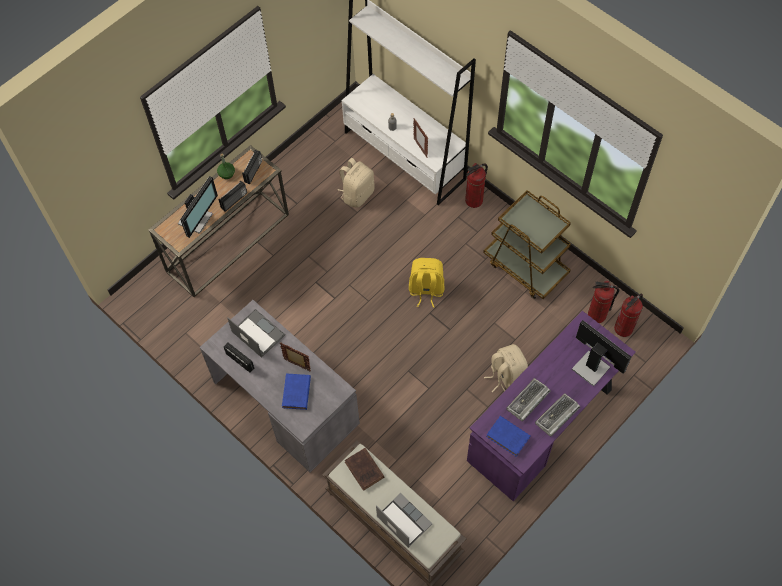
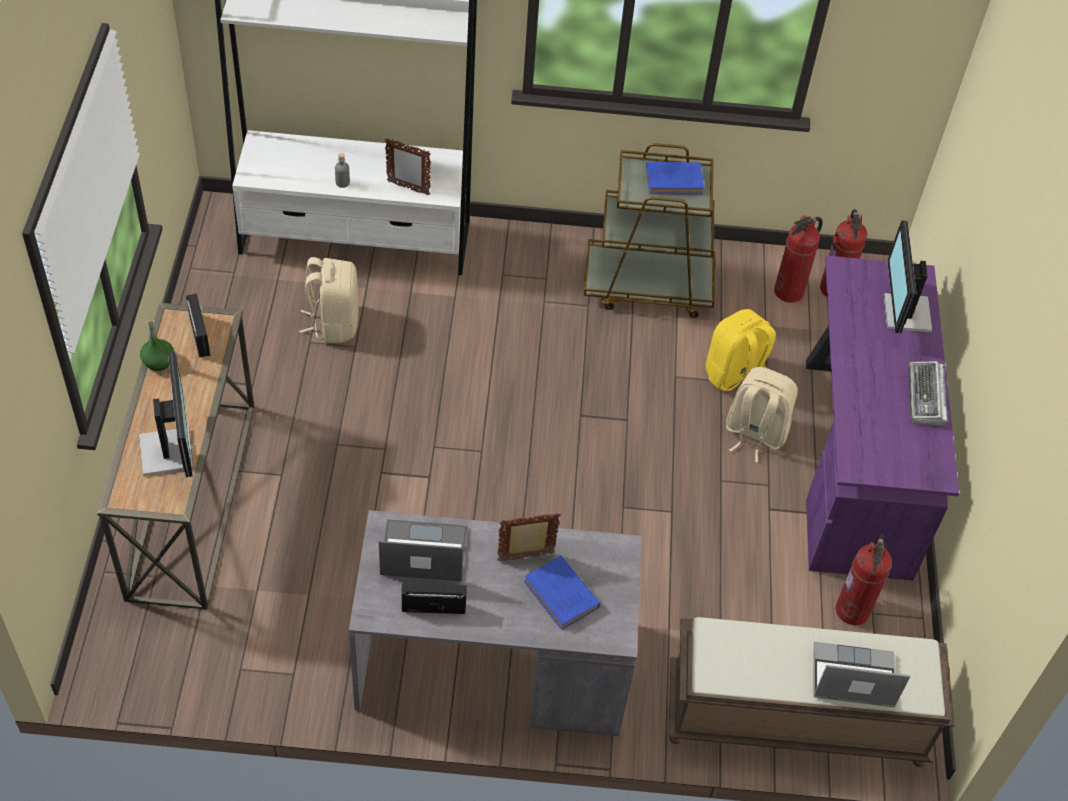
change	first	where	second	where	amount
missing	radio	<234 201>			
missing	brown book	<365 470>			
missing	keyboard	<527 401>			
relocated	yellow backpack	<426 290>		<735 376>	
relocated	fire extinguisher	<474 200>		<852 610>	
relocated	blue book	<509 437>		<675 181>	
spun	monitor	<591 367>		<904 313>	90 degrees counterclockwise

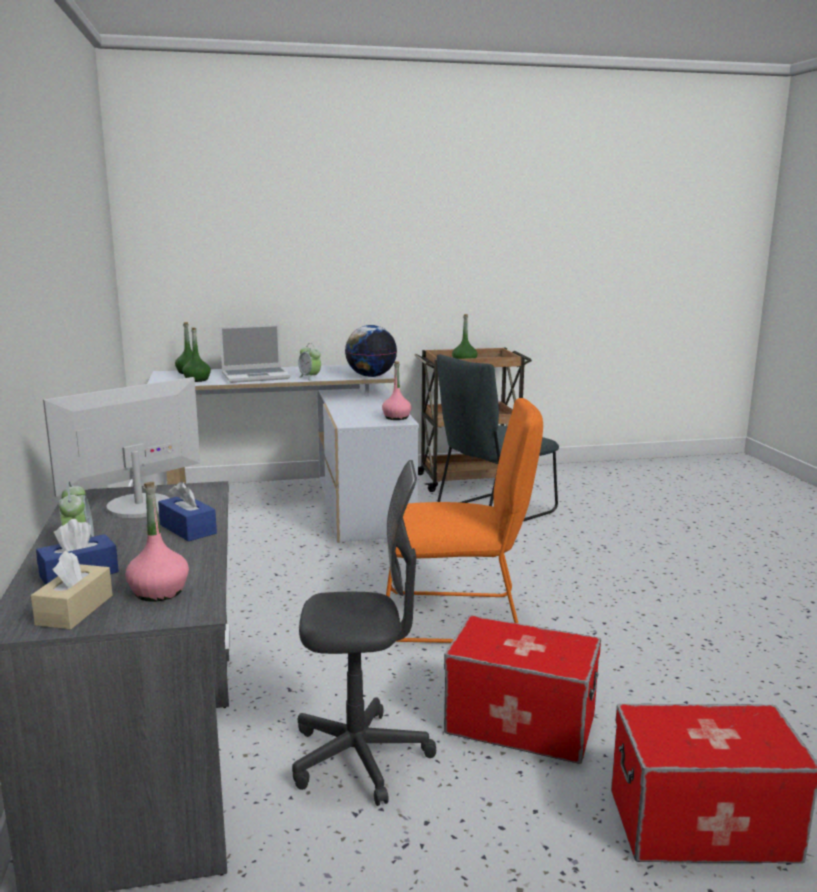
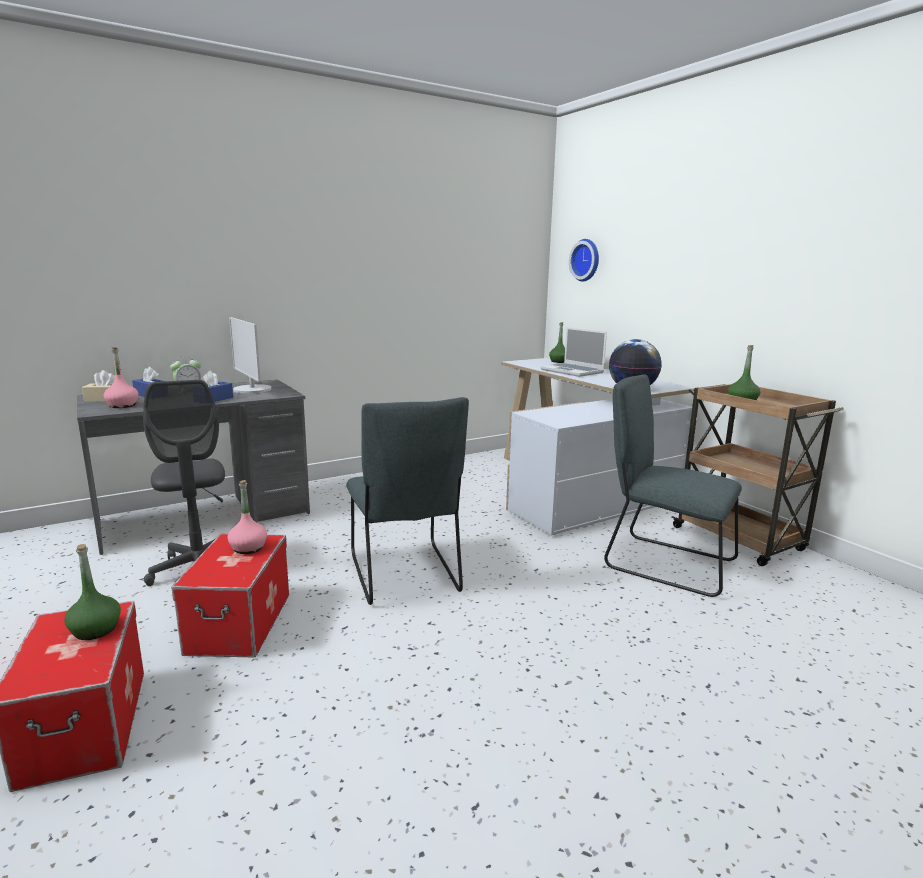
change	first	where	second	where	amount
missing	alarm clock	<310 378>			
appeared			wall clock	<586 260>	
relocated	green bottle	<197 380>		<96 630>	
relocated	pink bottle	<396 417>		<248 548>	
colour	orange chair	<458 618>	grey chair	<405 576>	
spun	monitor	<138 506>		<251 389>	150 degrees counterclockwise

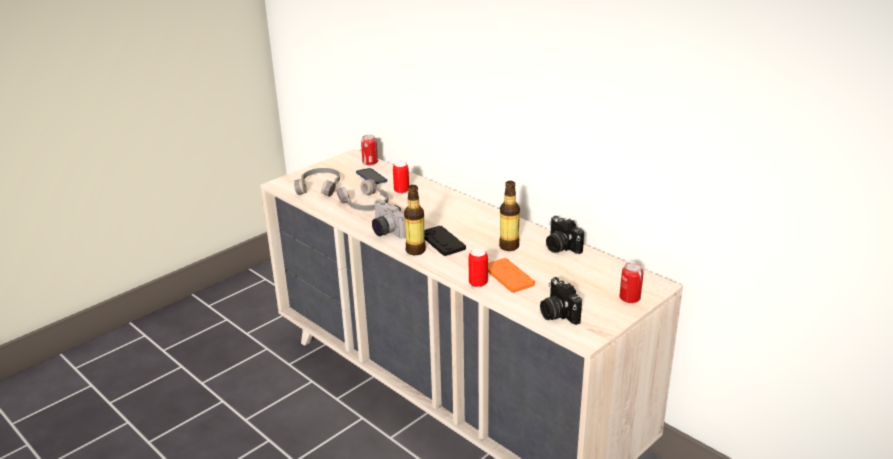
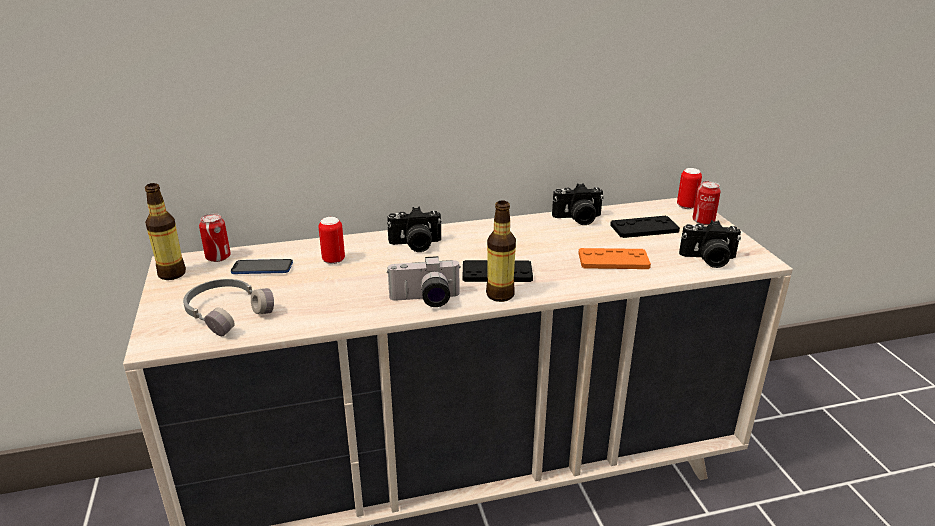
change	first	where	second	where	amount
missing	grey headphones	<365 204>			
appeared			photo camera	<415 245>	
appeared			black game controller	<644 228>	
relocated	can	<478 283>		<686 206>	
relocated	bottle	<509 246>		<172 274>	

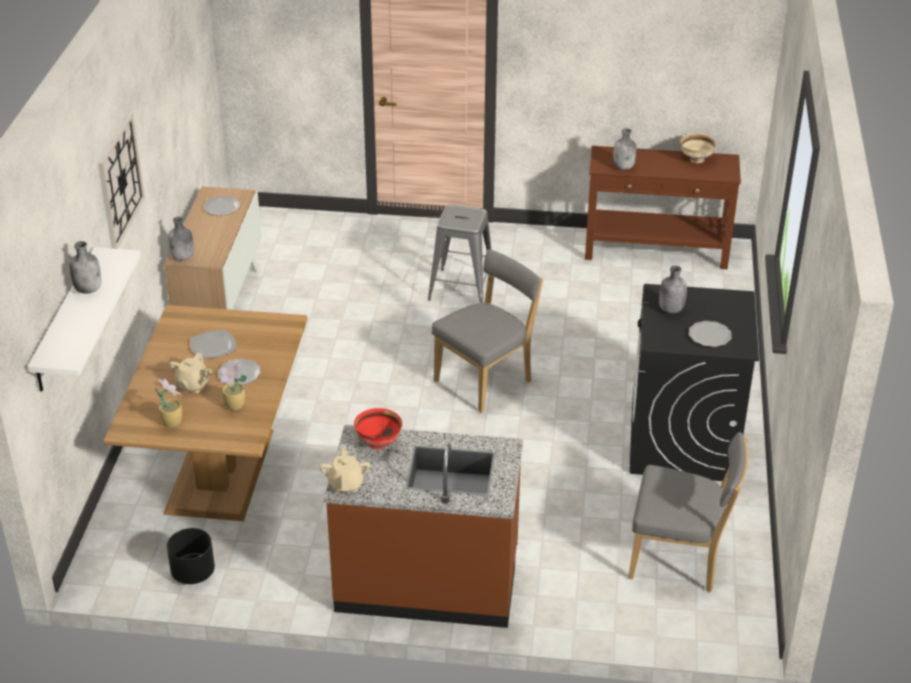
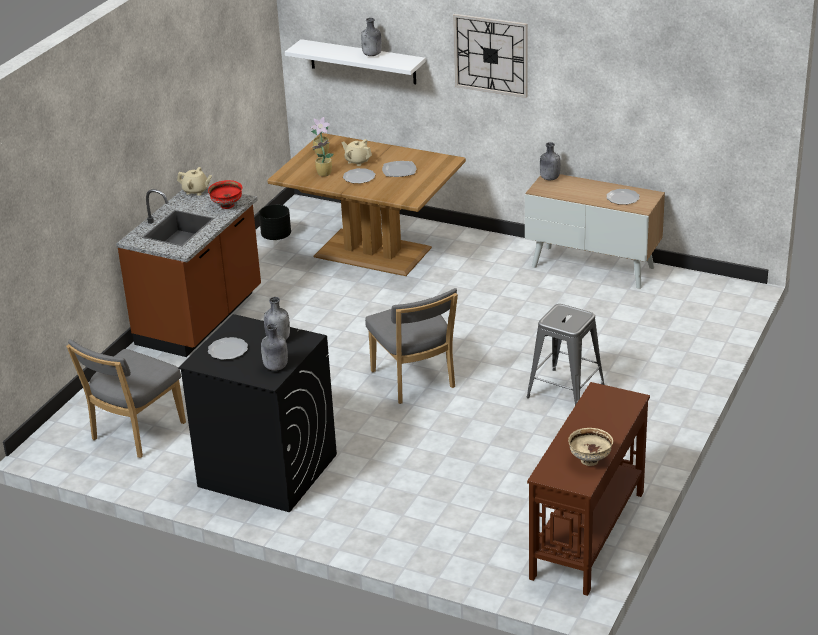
change	first	where	second	where	amount
relocated	grey bottle	<624 167>		<275 367>	

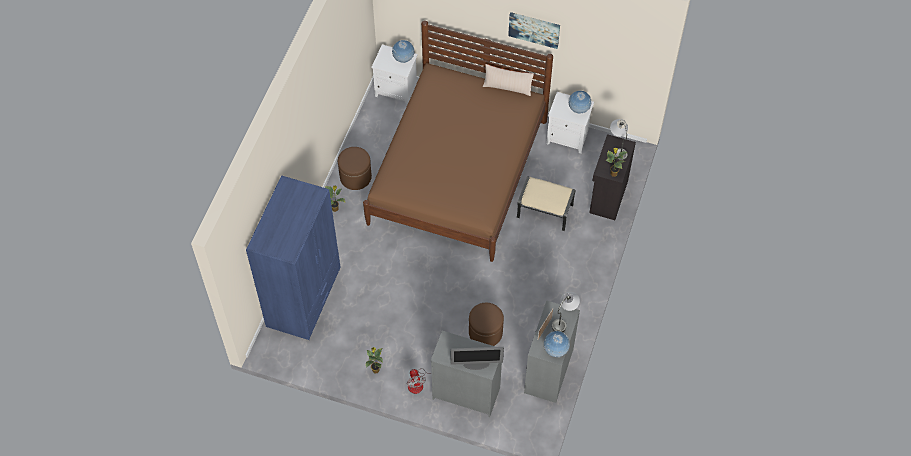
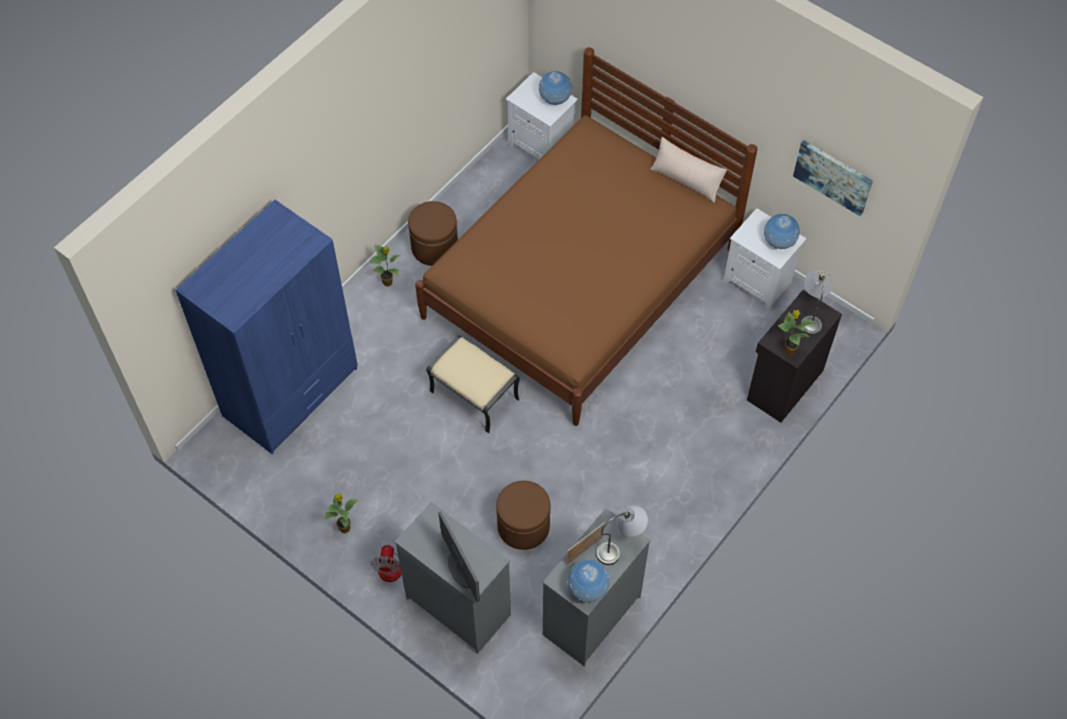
change	first	where	second	where	amount
relocated	picture	<534 29>		<833 176>	
relocated	beige ottoman	<545 211>		<475 395>	
spun	monitor	<476 364>		<460 570>	135 degrees counterclockwise

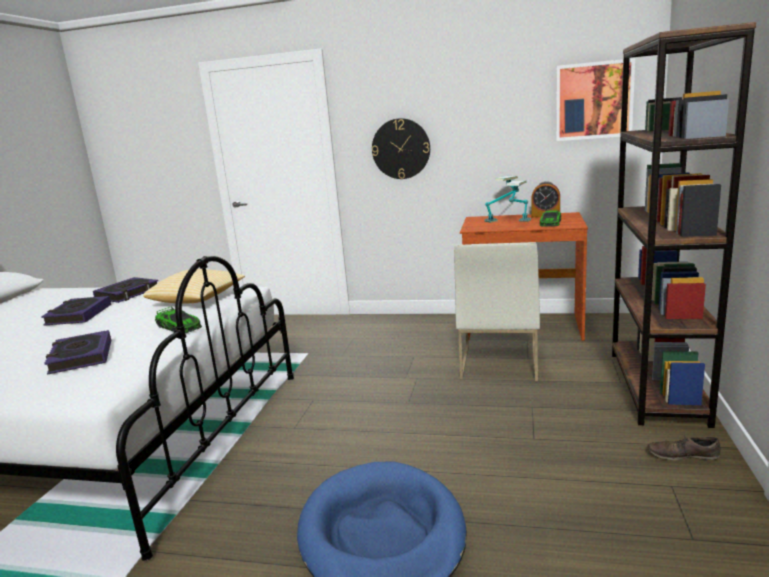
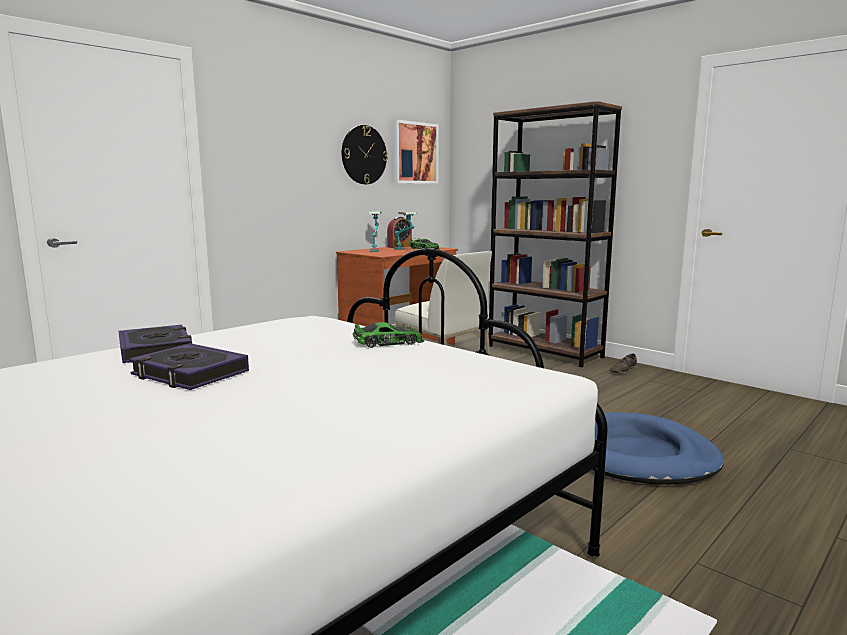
change	first	where	second	where	amount
missing	book	<81 357>			
missing	pillow	<197 299>			
relocated	wall clock	<401 149>		<364 155>	

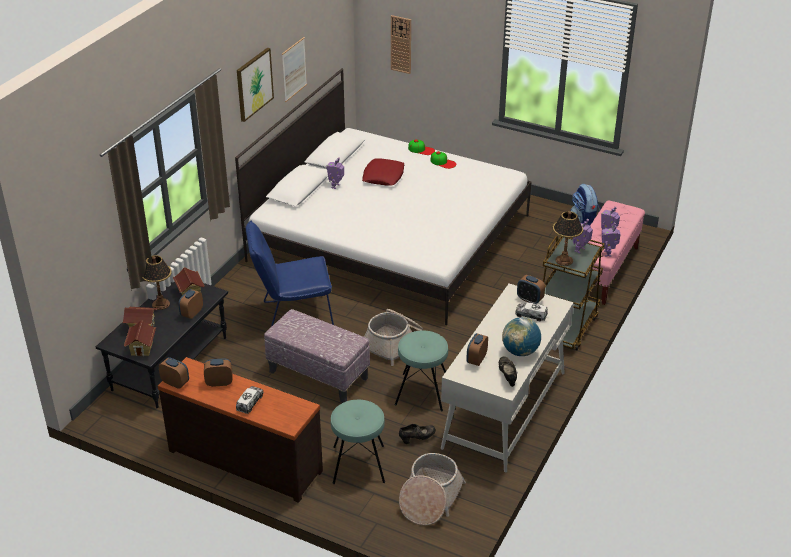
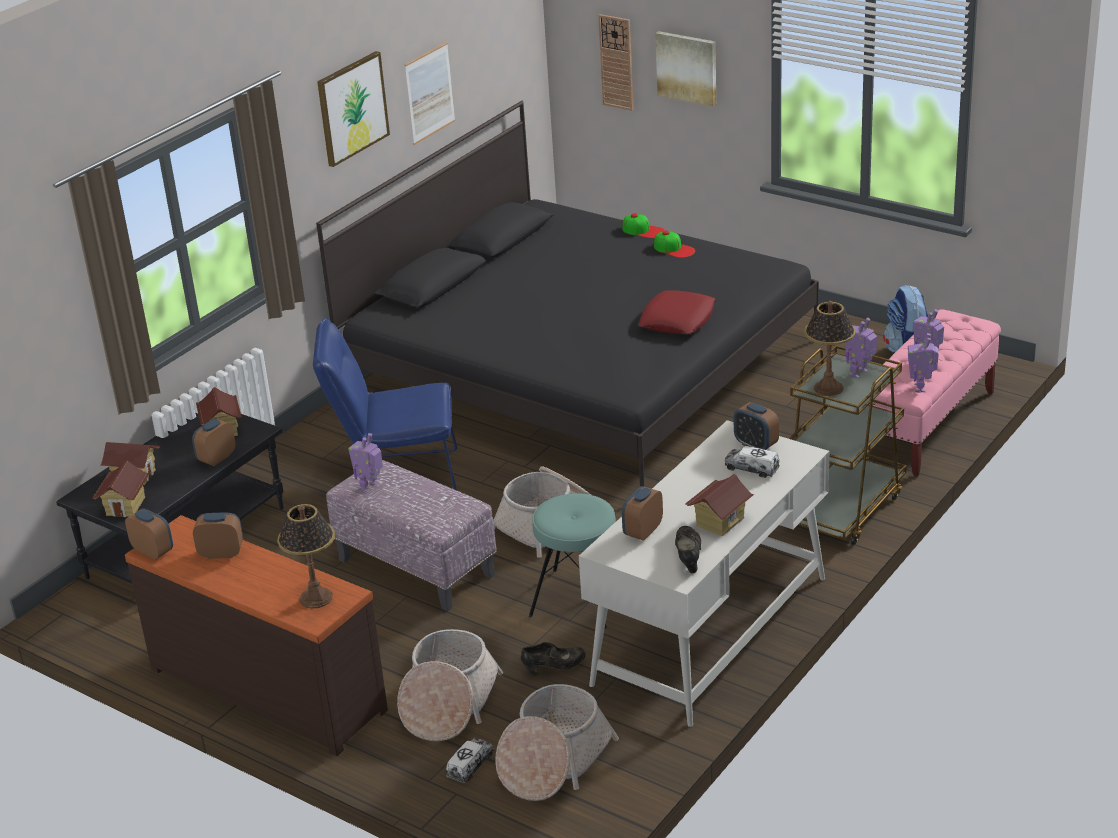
change	first	where	second	where	amount
appeared			picture	<687 67>	
relocated	table lamp	<160 304>		<315 598>	
relocated	toy truck	<250 403>		<470 766>	
relocated	toy robot	<336 186>		<370 487>	
relocated	red pillow	<383 176>		<677 320>	
exchanged	turquoise stool	<358 464>	basket	<448 703>	
exchanged	globe	<520 351>	toy house	<719 522>	
colour	white bed	<390 237>	black bed	<581 369>	

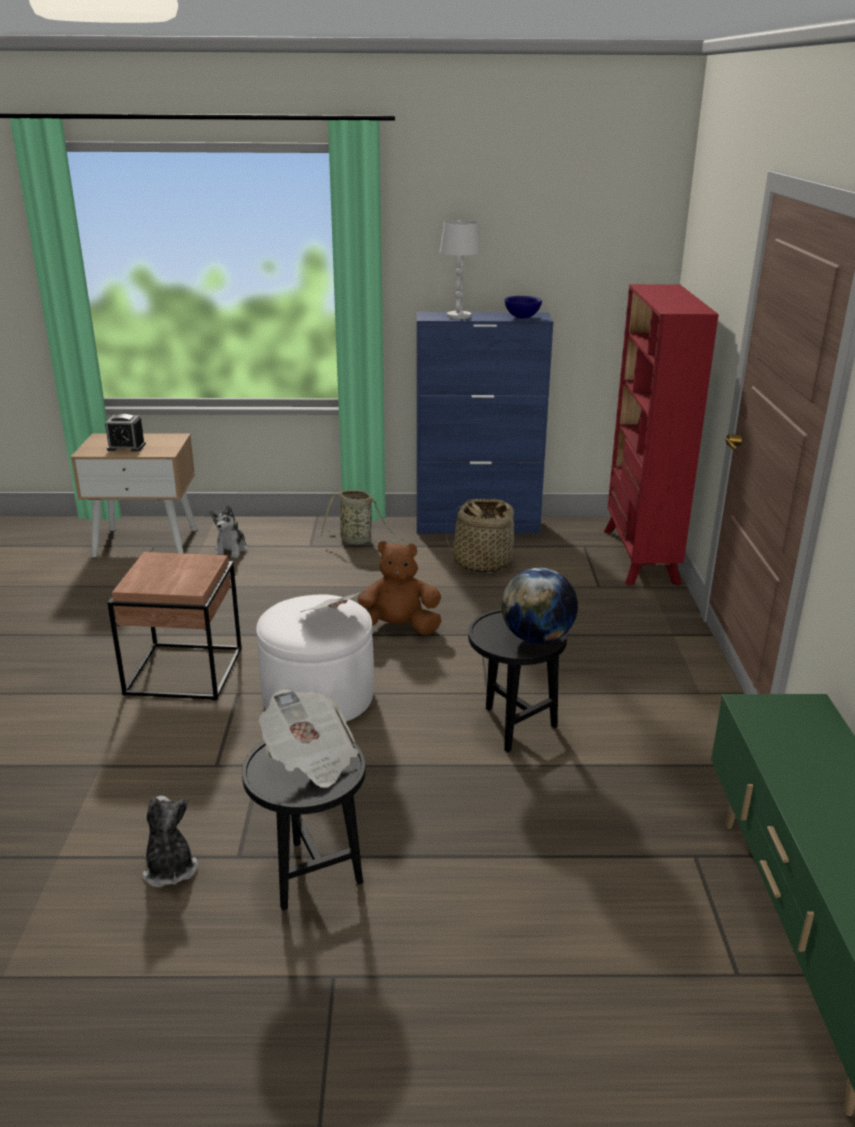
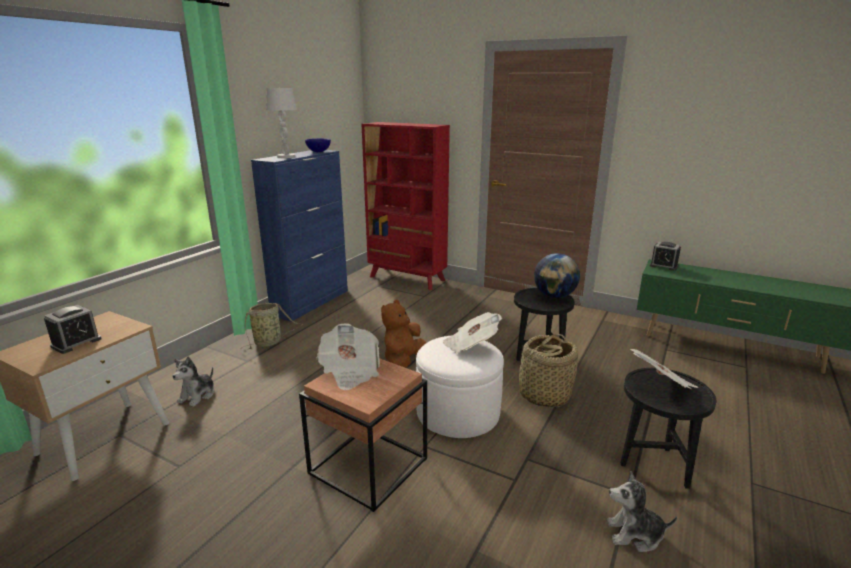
change	first	where	second	where	amount
appeared			newspaper	<350 371>	
appeared			alarm clock	<663 266>	
relocated	basket	<482 563>		<543 395>	
spun	plush toy	<231 550>		<198 395>	75 degrees clockwise

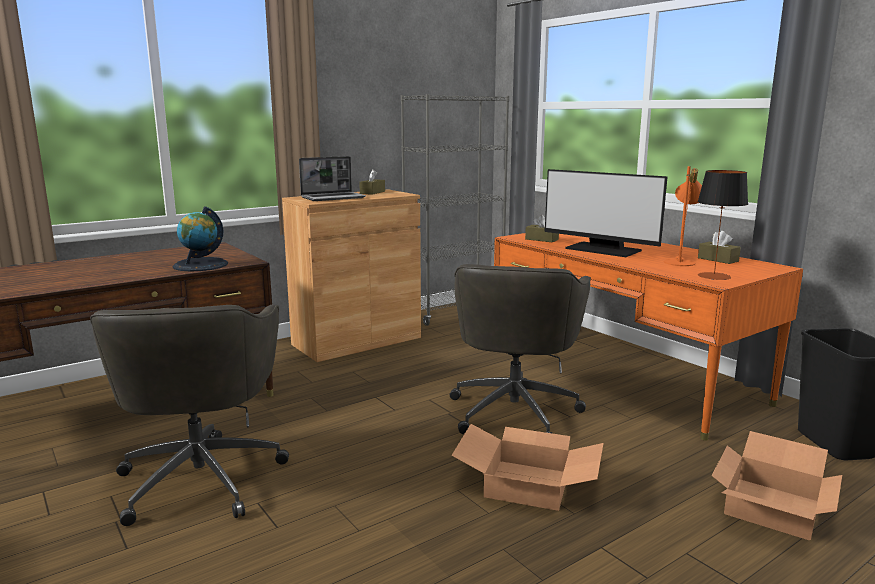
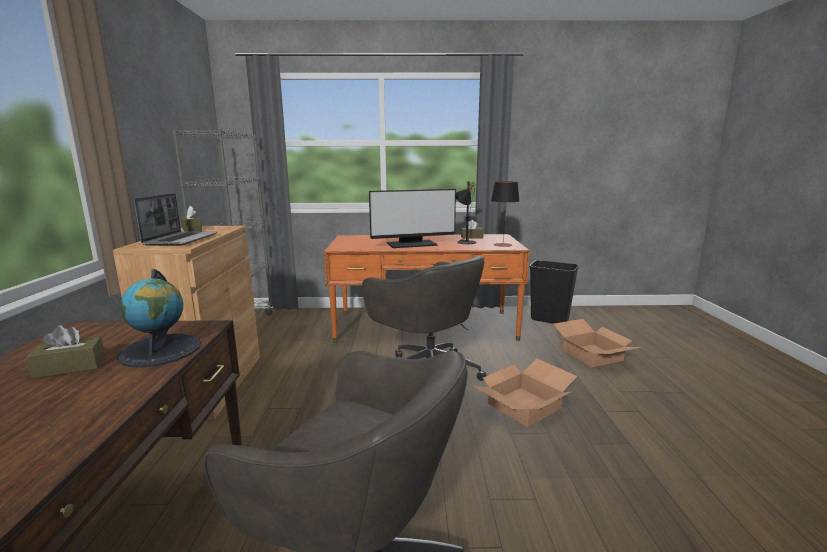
change	first	where	second	where	amount
relocated	brown tissue box	<541 239>		<70 367>	
colour	orange table lamp	<681 261>	black table lamp	<465 241>	

